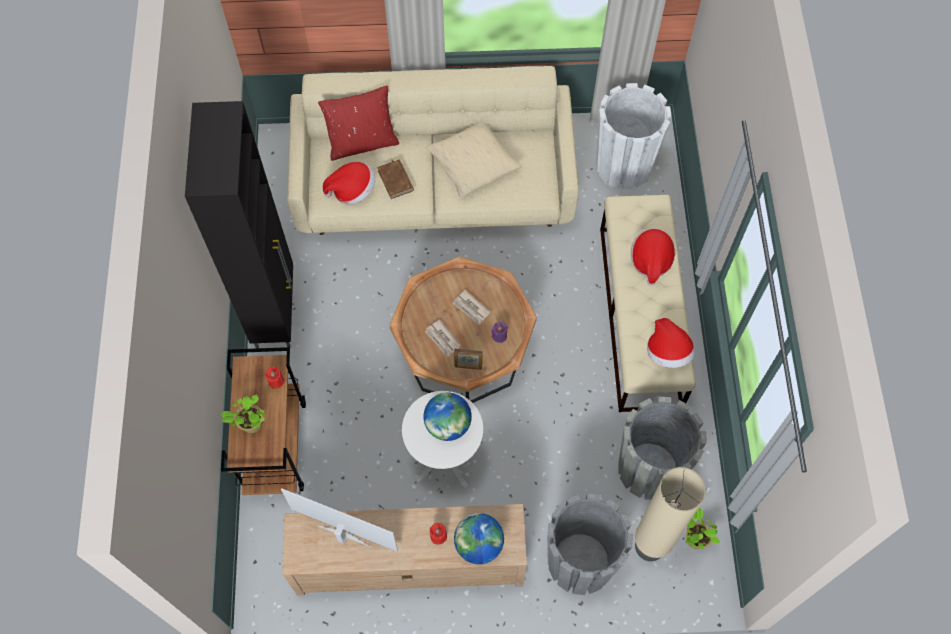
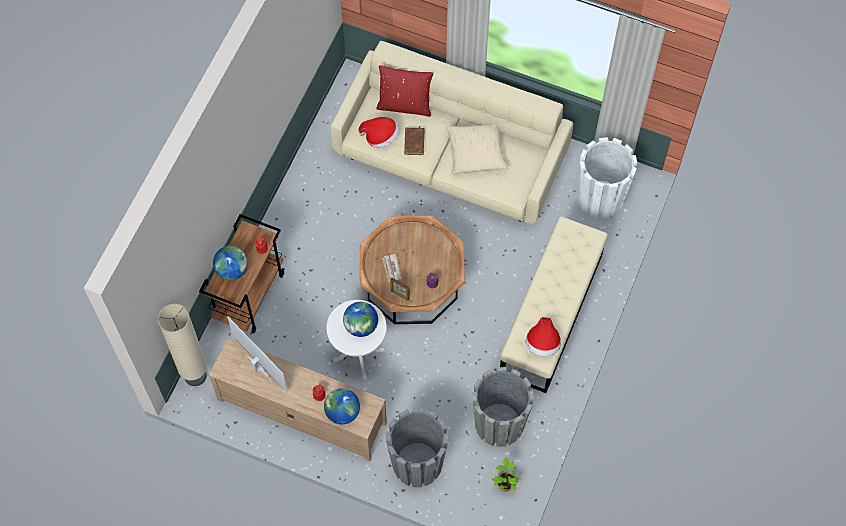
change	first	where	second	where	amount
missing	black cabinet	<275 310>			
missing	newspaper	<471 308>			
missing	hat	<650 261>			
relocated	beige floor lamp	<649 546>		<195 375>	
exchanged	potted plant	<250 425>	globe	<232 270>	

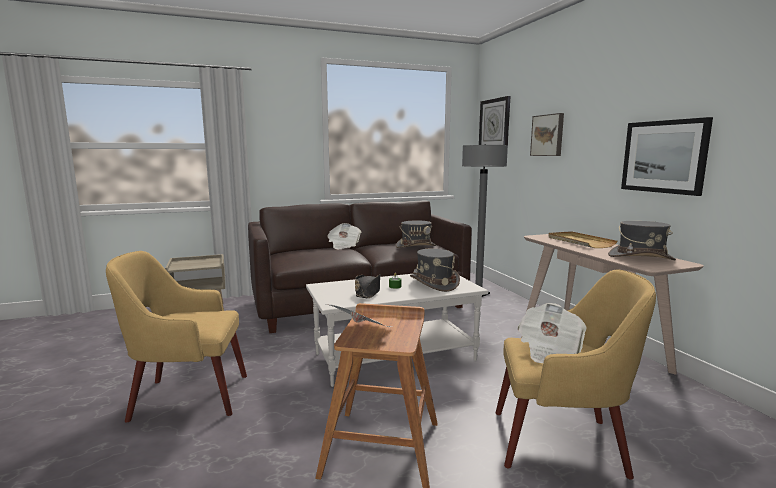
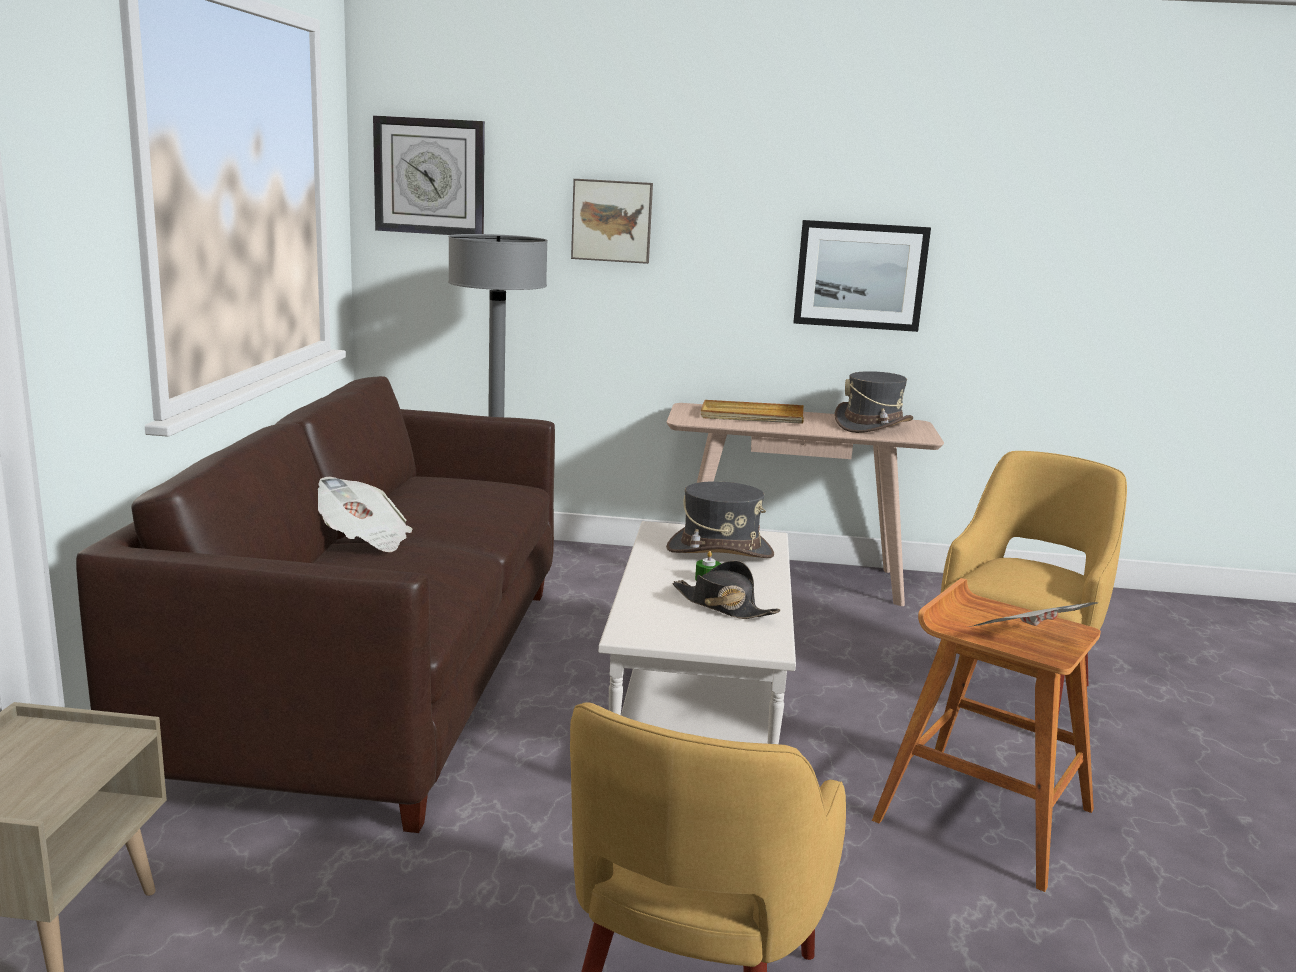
change	first	where	second	where	amount
missing	grey hat	<416 246>			
missing	newspaper	<549 350>			

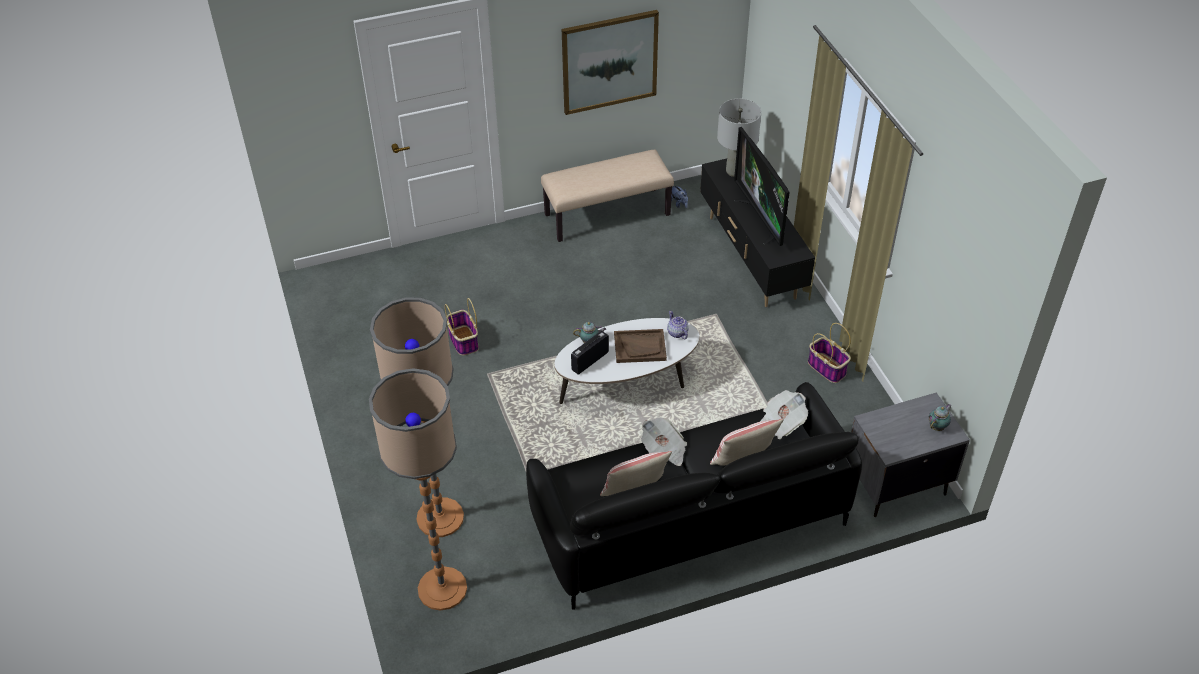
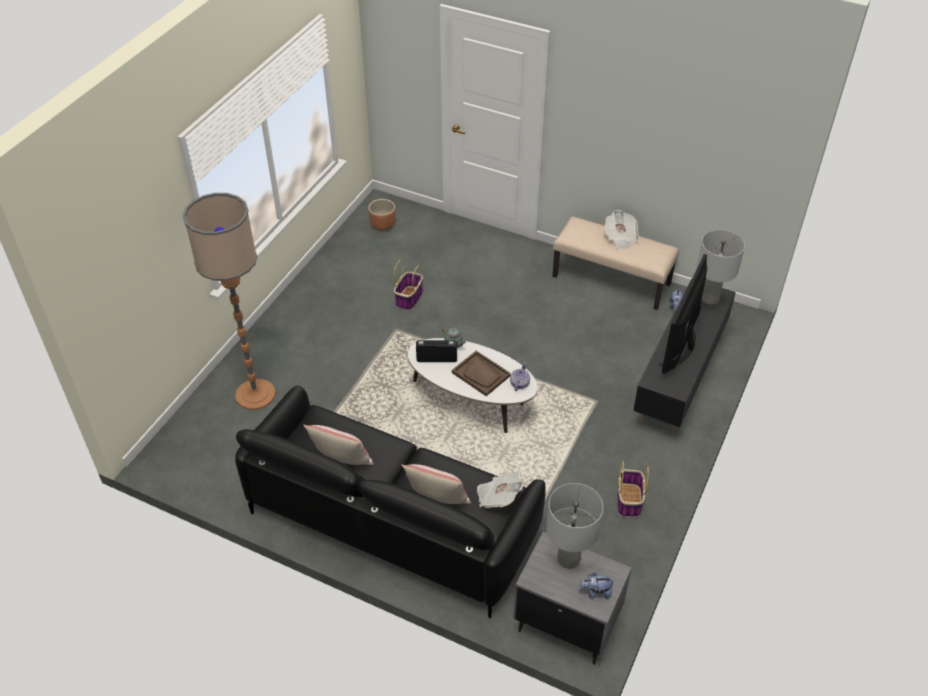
change	first	where	second	where	amount
missing	floor lamp	<442 588>			
missing	picture	<609 62>			
appeared			brown planter	<382 225>	
appeared			grey table lamp	<568 559>	
relocated	newspaper	<664 450>		<620 238>	
exchanged	teapot	<938 426>	plush toy	<595 592>	

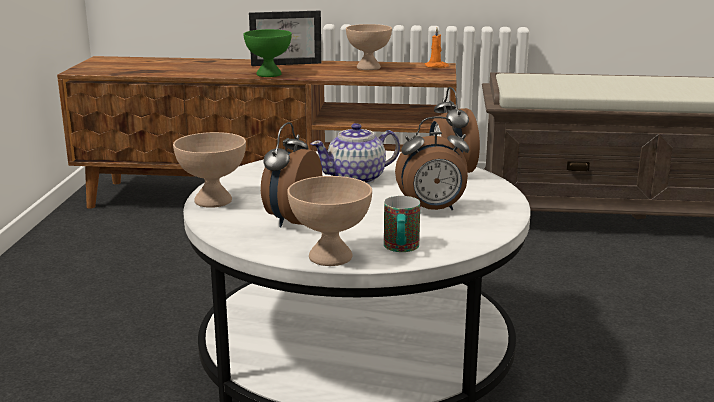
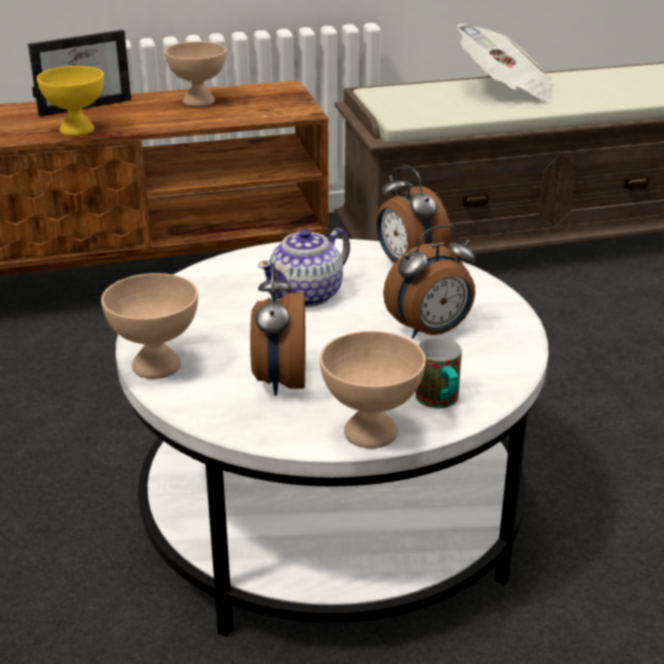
change	first	where	second	where	amount
missing	orange candle	<436 66>			
appeared			newspaper	<506 90>	
colour	green bowl	<269 74>	yellow bowl	<77 130>	

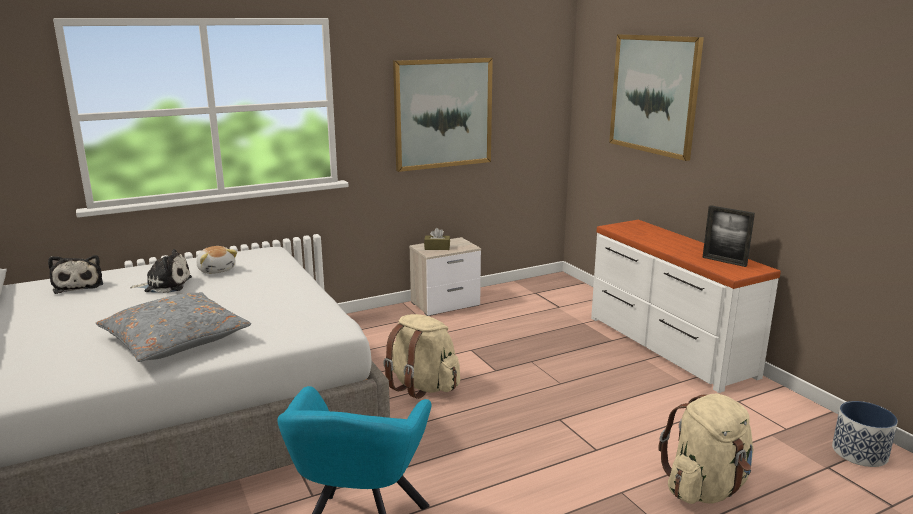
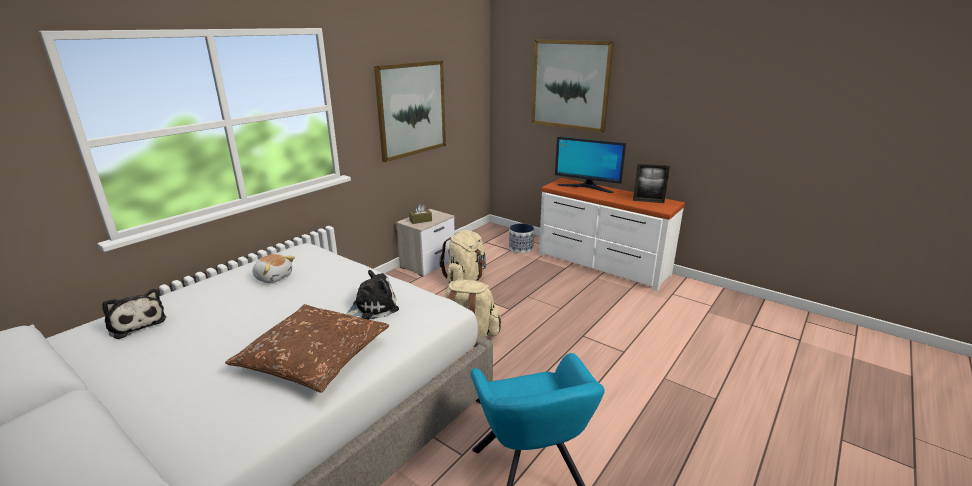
change	first	where	second	where	amount
appeared			monitor	<587 187>	
relocated	plush toy	<165 285>		<372 307>	
relocated	beige backpack	<705 488>		<466 280>	
relocated	planter	<859 453>		<521 248>	
colour	grey pillow	<175 340>	brown pillow	<314 357>	

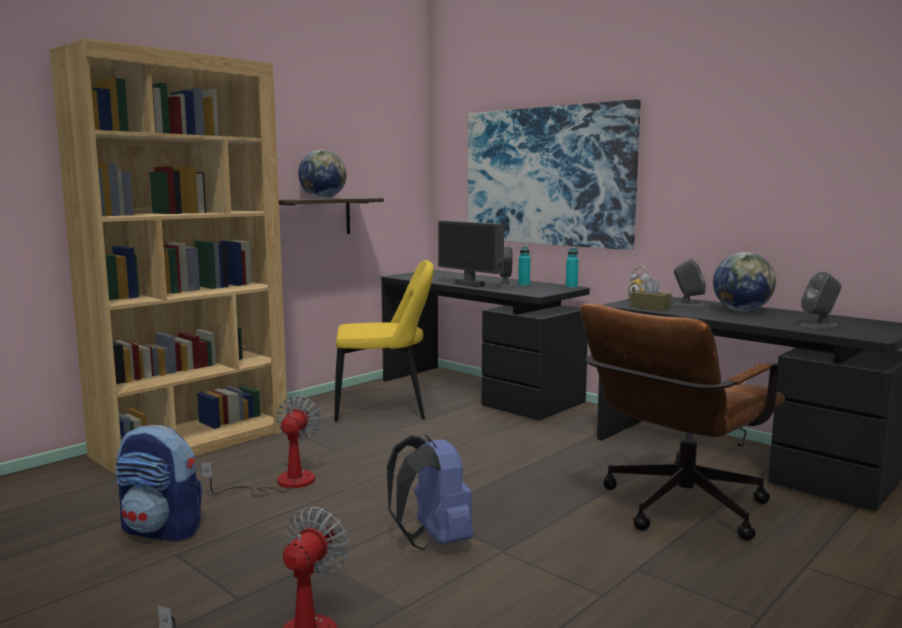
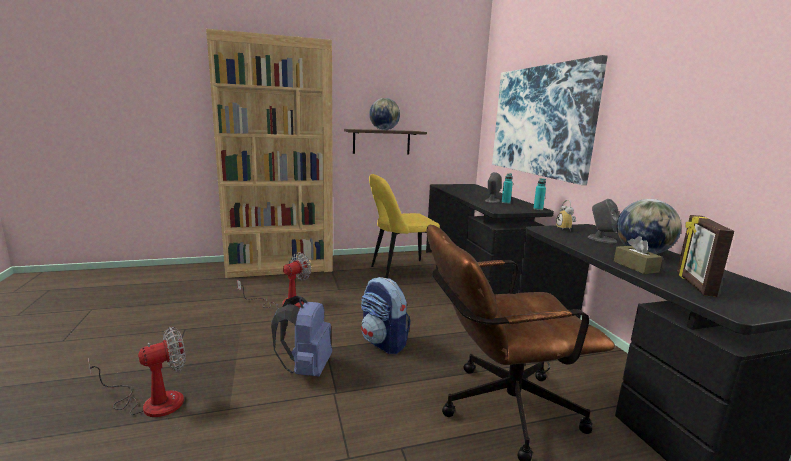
change	first	where	second	where	amount
missing	monitor	<470 285>			
relocated	backpack	<162 530>		<384 342>	
relocated	brown tissue box	<650 308>		<635 267>	
exchanged	grey speaker	<819 325>	picture frame	<693 284>	
spun	yellow chair	<385 410>		<400 271>	135 degrees clockwise

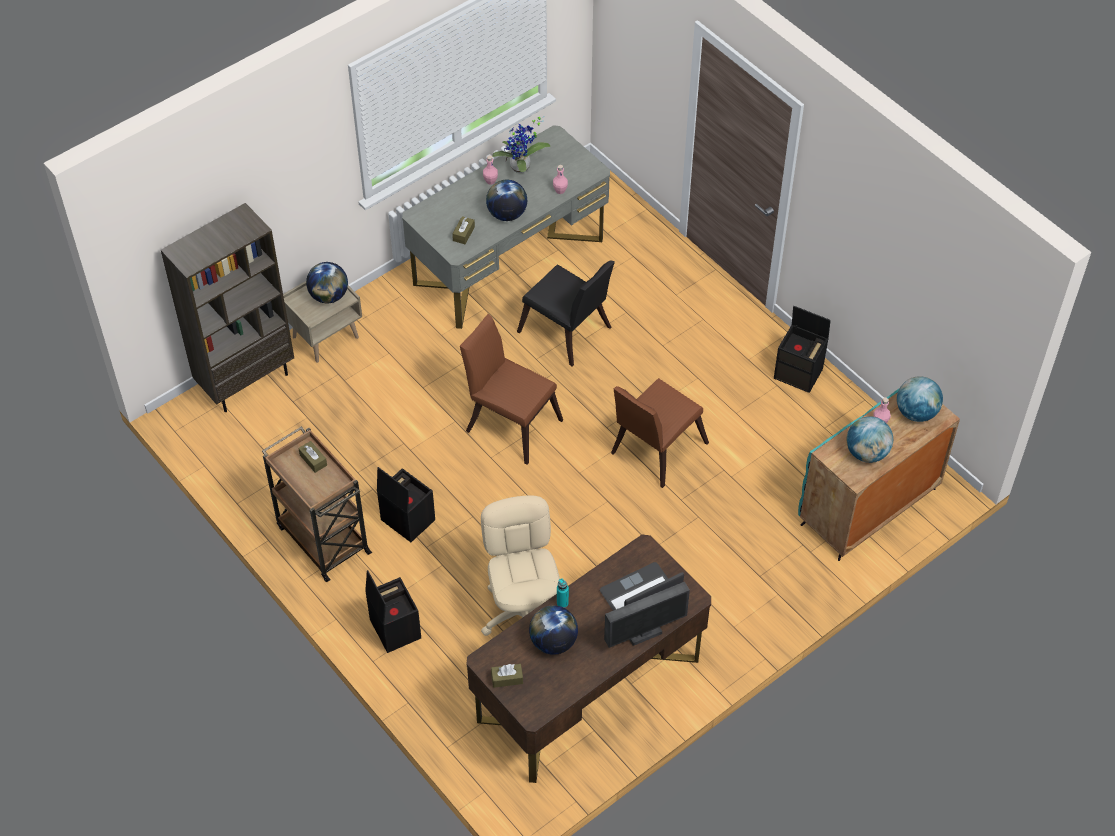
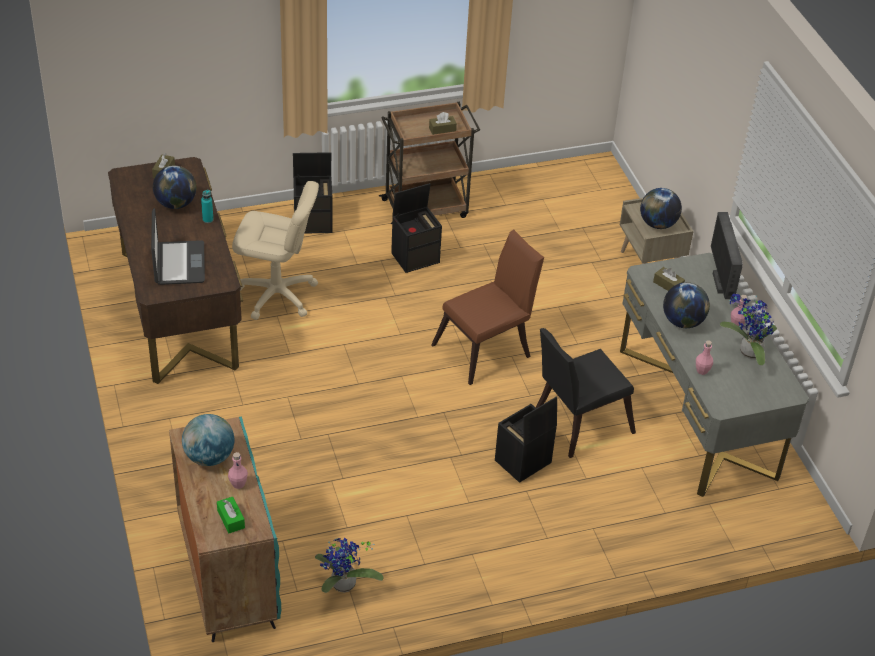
change	first	where	second	where	amount
missing	brown bookcase	<246 381>			
missing	brown chair	<654 451>			
appeared			potted plant	<343 587>	
relocated	monitor	<644 634>		<721 283>	
relocated	black storage box	<799 373>		<522 462>	
exchanged	globe	<916 412>	green tissue box	<231 519>	

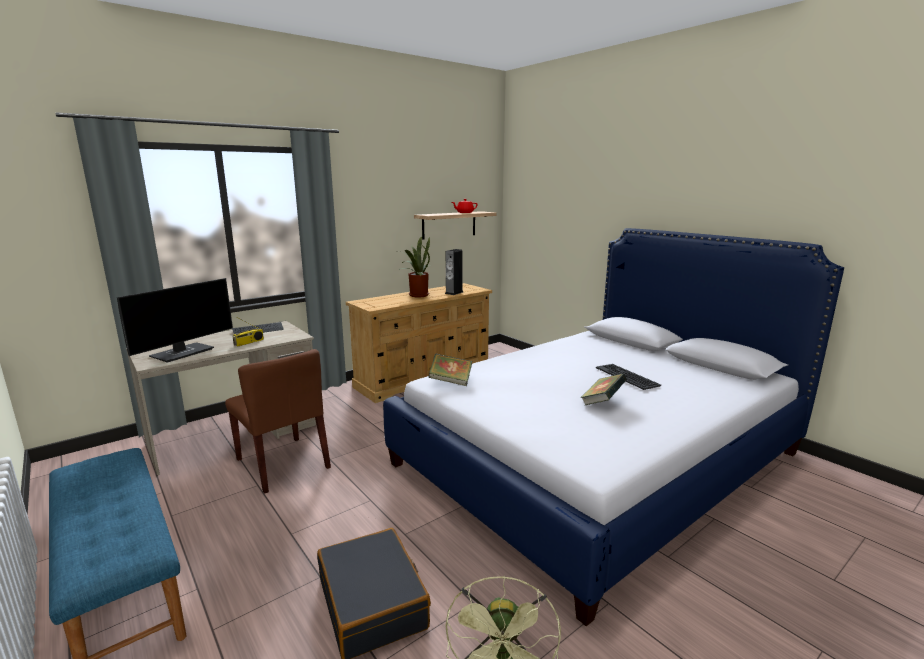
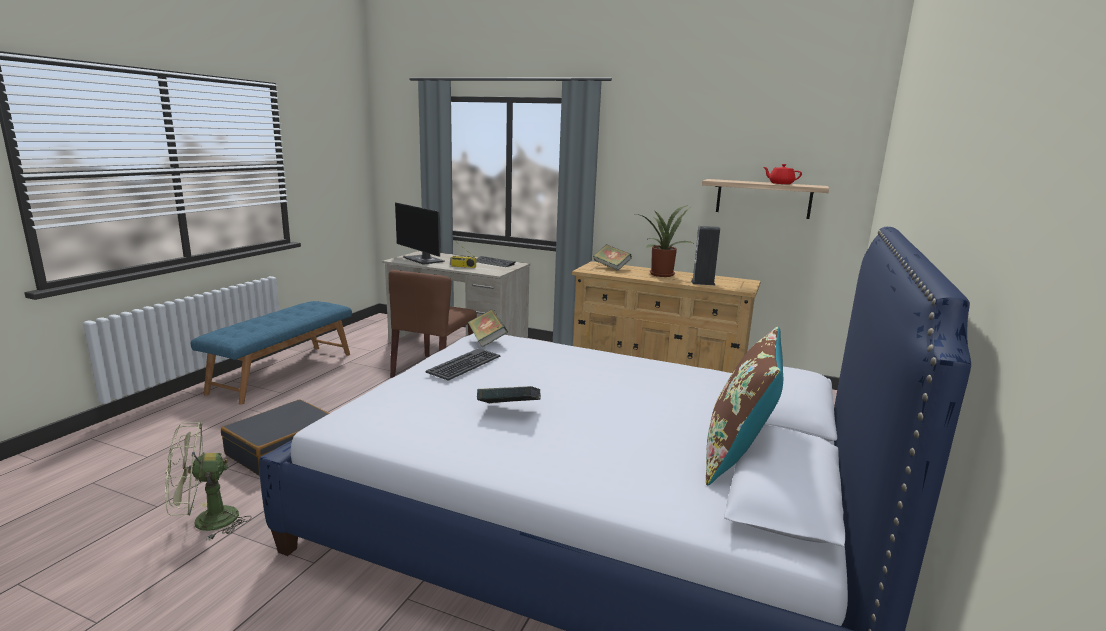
change	first	where	second	where	amount
appeared			book	<611 267>	
appeared			brown pillow	<737 456>	
relocated	keyboard	<627 377>		<465 364>	
spun	monitor	<183 352>		<424 260>	45 degrees clockwise

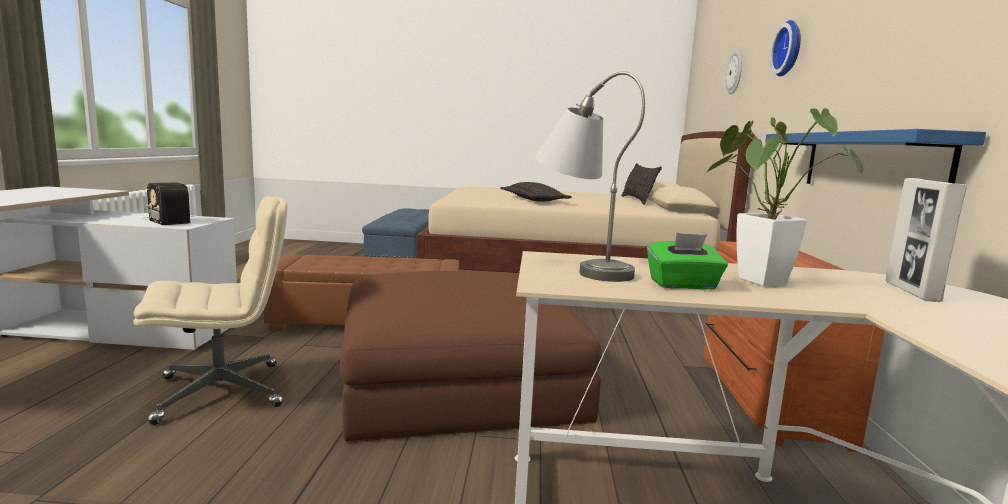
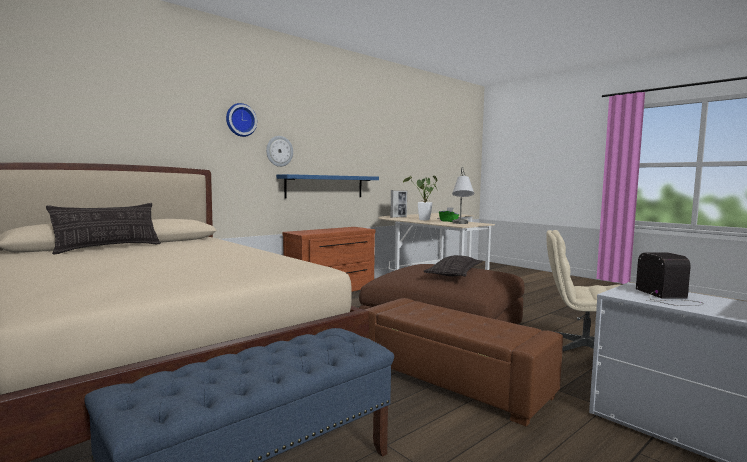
change	first	where	second	where	amount
relocated	pillow	<533 200>		<454 273>	
relocated	wall clock	<735 72>		<279 151>	

